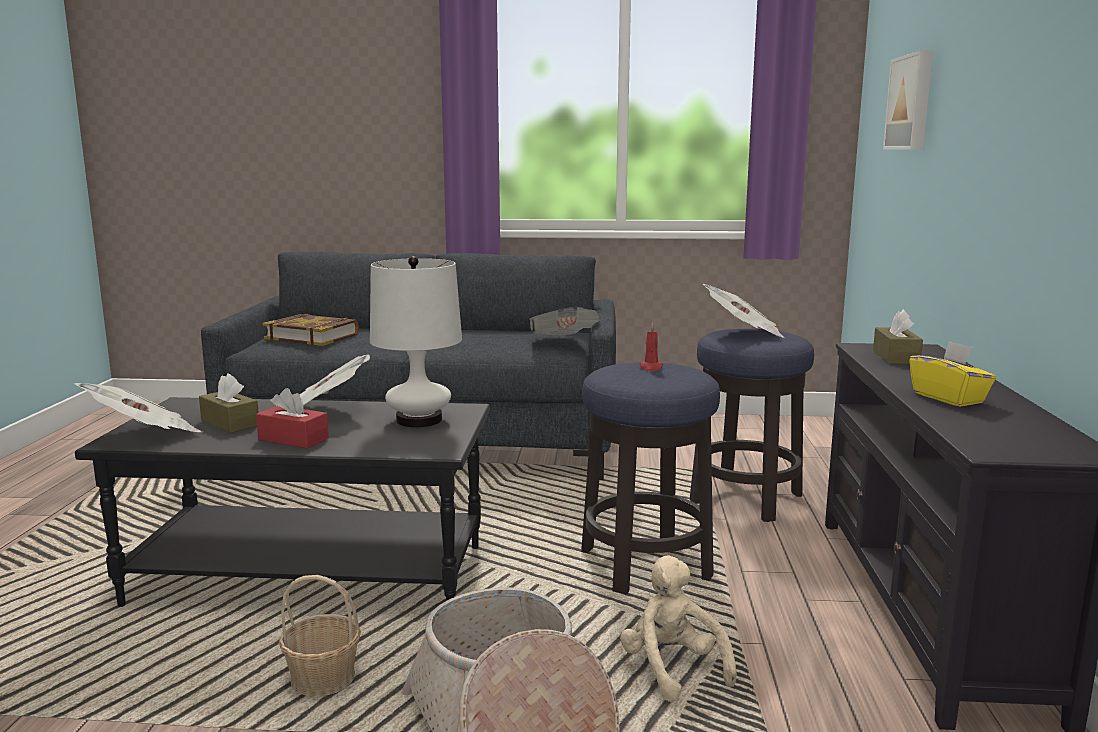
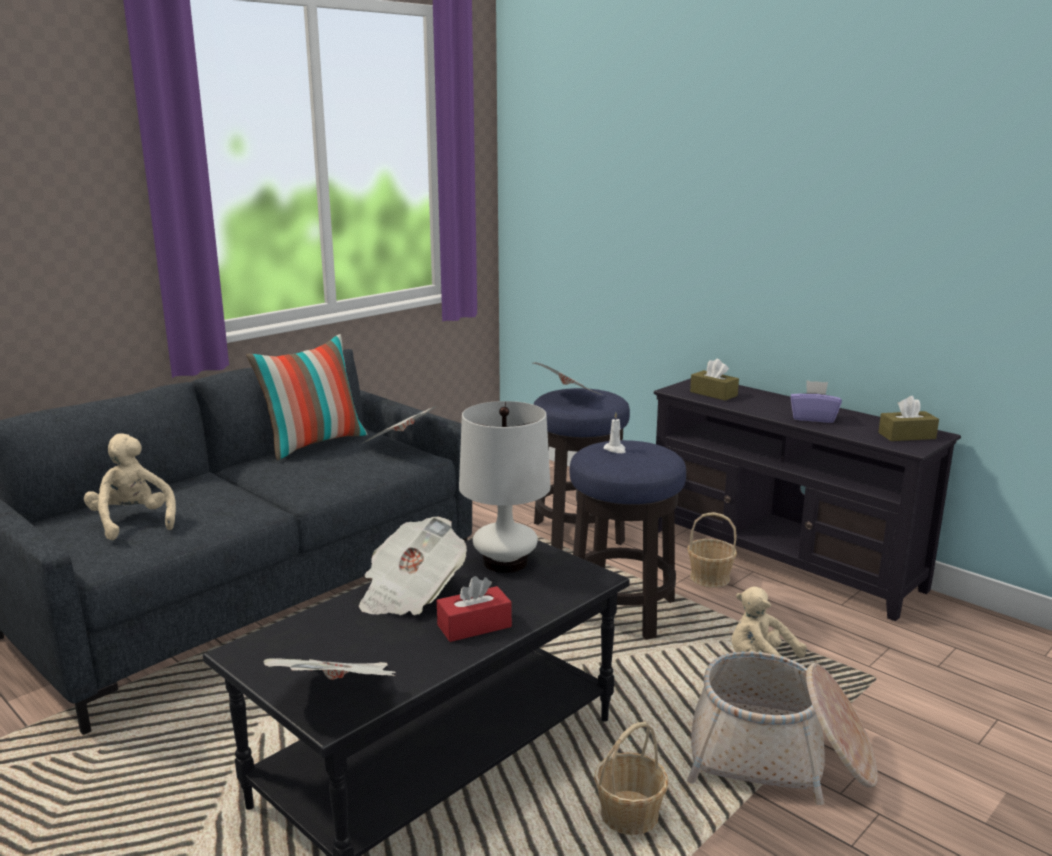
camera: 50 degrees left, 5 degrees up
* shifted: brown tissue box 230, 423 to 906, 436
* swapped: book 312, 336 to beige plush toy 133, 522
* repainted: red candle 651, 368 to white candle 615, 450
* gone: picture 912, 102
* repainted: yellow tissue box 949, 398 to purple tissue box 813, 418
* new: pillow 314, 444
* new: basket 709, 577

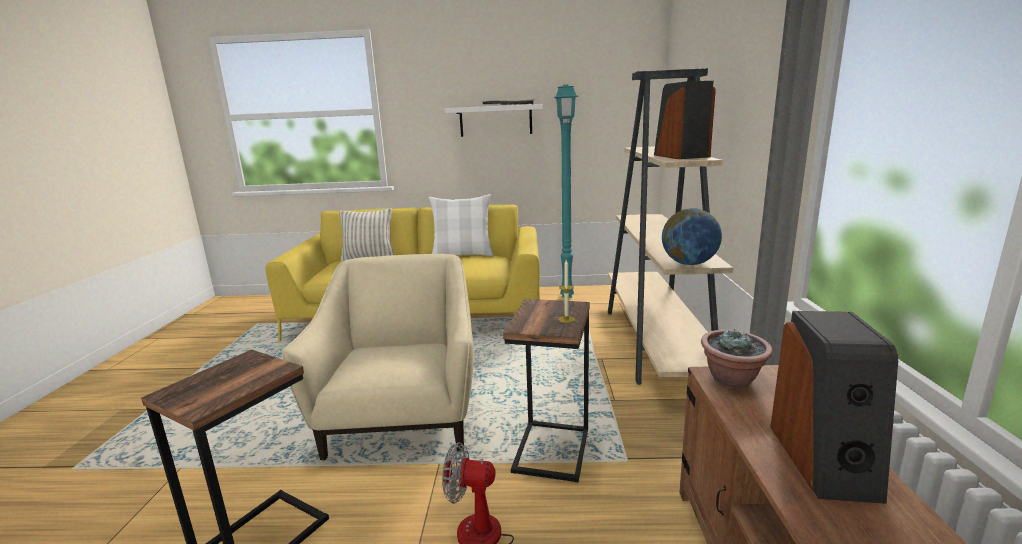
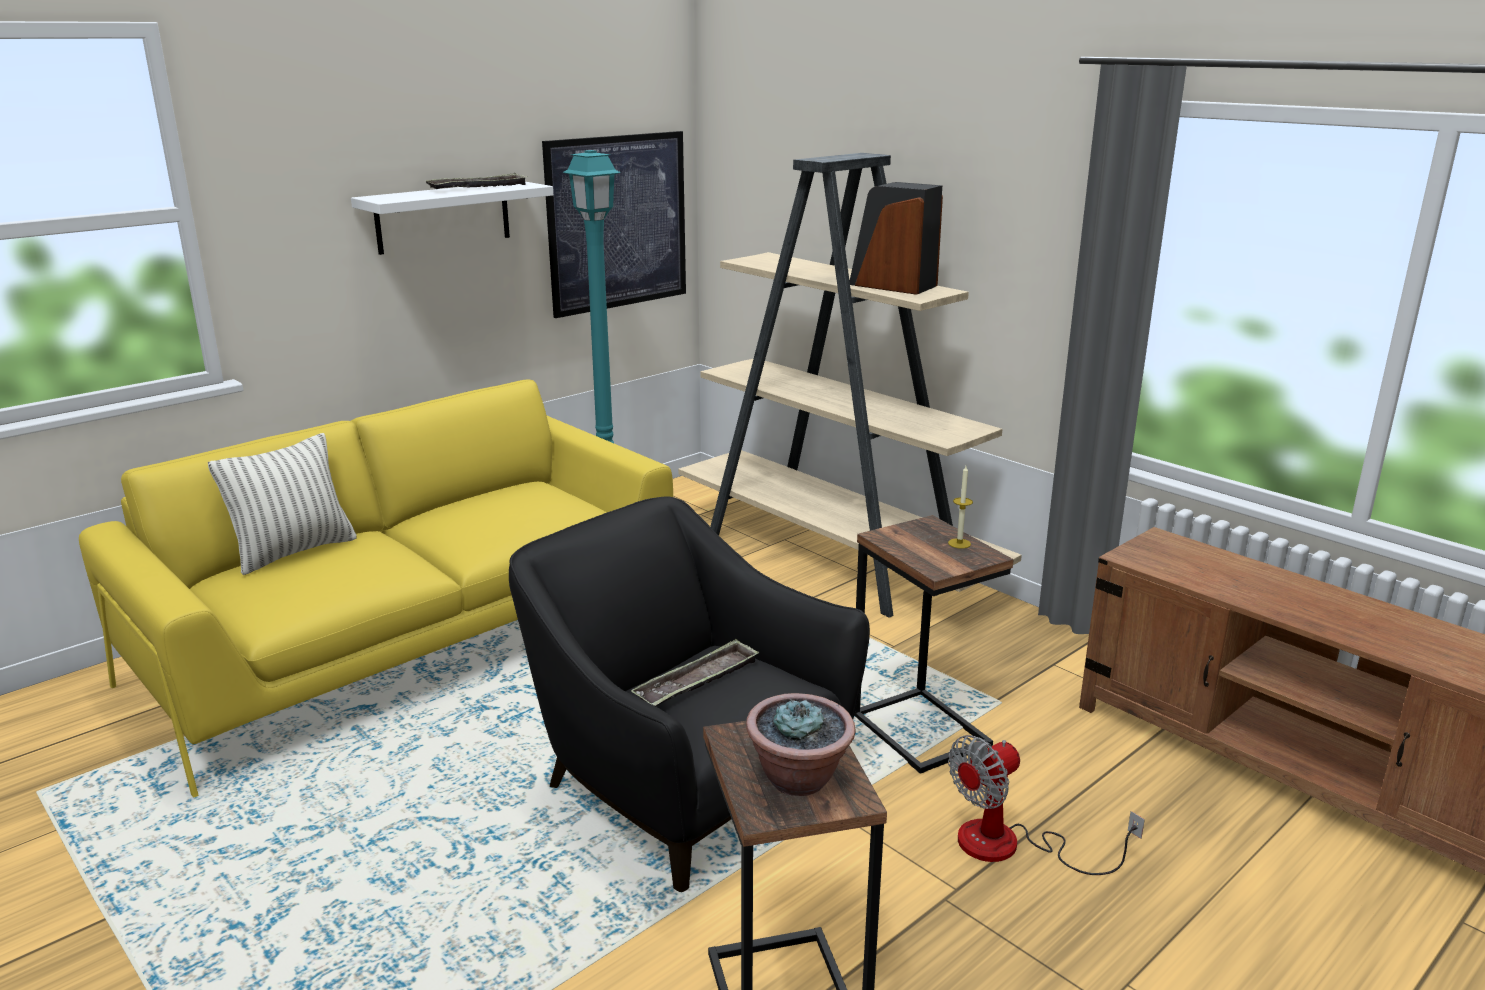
camera: 45 degrees left, 5 degrees up
* repainted: beige armchair 403, 416 to black armchair 686, 786
* gone: white pillow 462, 255
* gone: globe 689, 263
* shifted: potted plant 732, 380 to 799, 778
* gone: speaker 824, 460
* new: picture 617, 222
* new: tray 697, 681

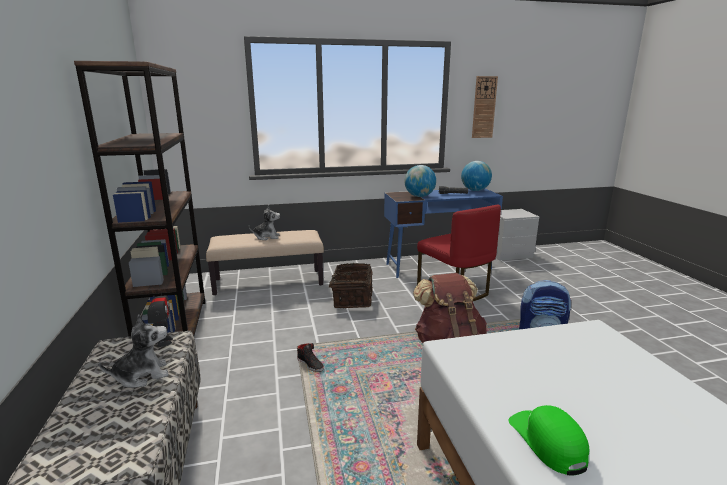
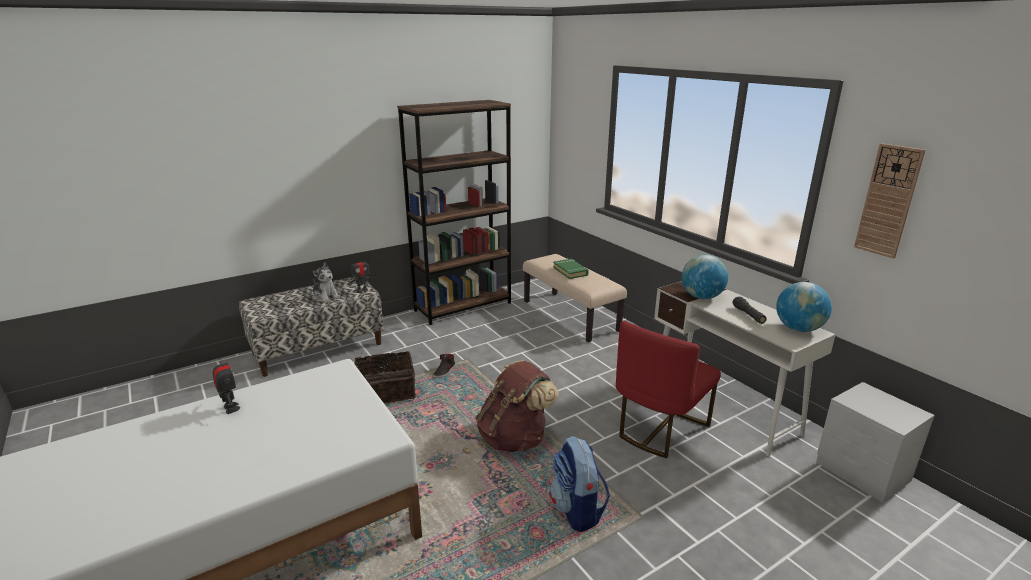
camera: 70 degrees right, 5 degrees up
* swapped: plush toy 267, 237 to green book 570, 271
* shifted: basket 351, 298 to 386, 392
* repainted: blue desk 438, 266 to white desk 723, 407
* swapped: green cap 547, 442 to toy robot 231, 408

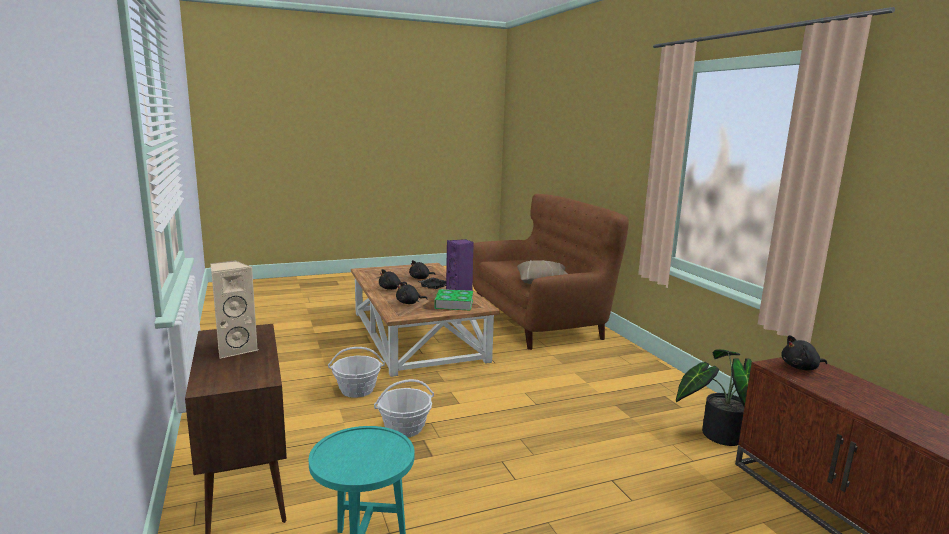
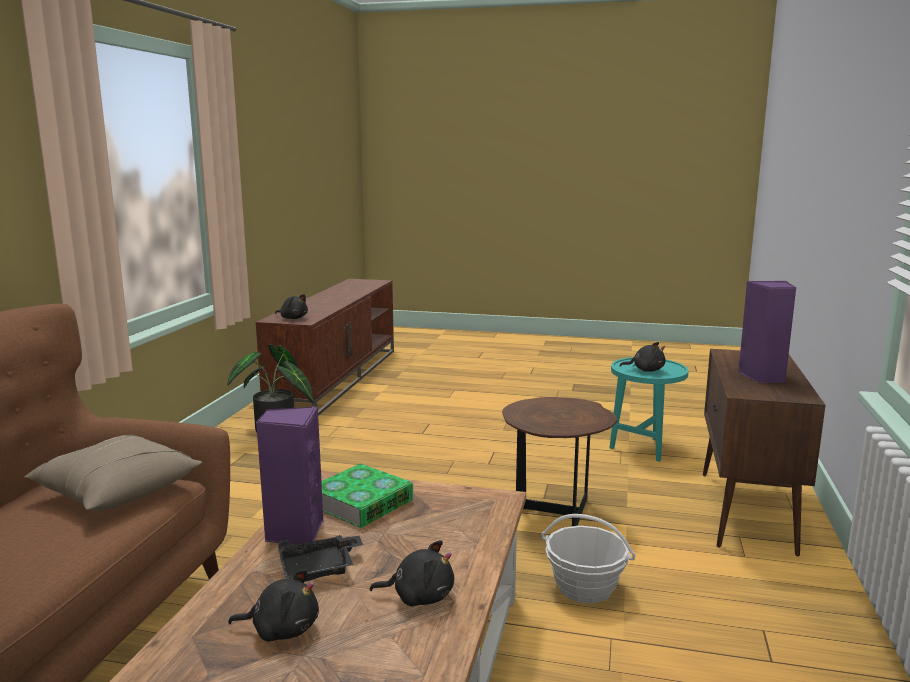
camera: 145 degrees left, 0 degrees up
* repainted: beige speaker 235, 349 to purple speaker 763, 377
* swapped: basket 404, 428 to brown side table 554, 514
* shifted: black plush toy 409, 303 to 645, 370

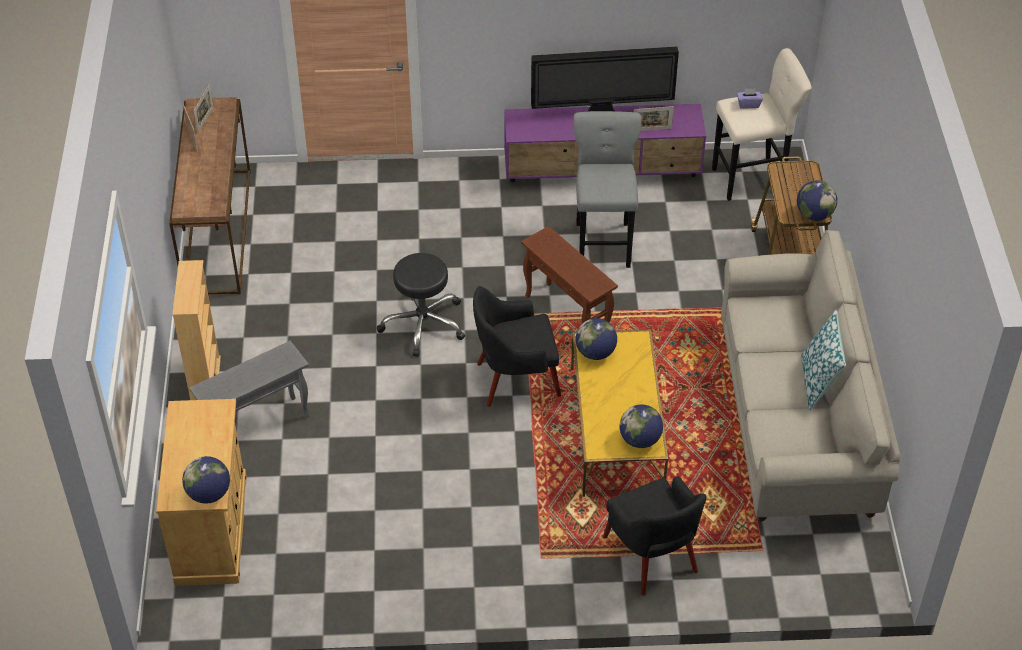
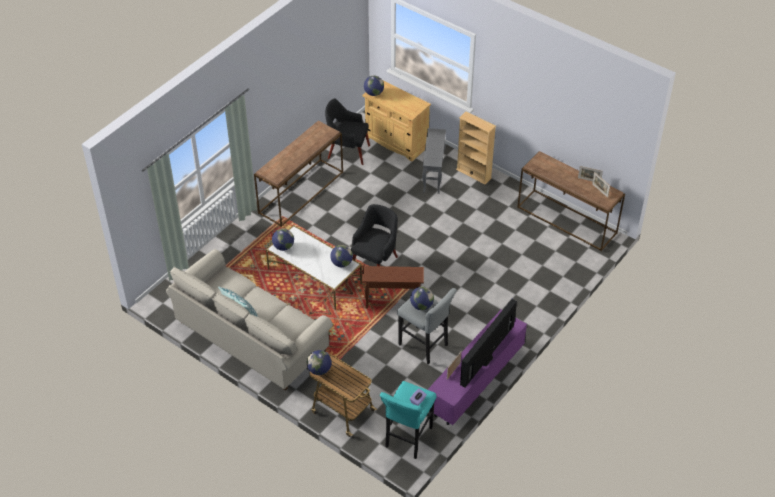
camera: 130 degrees right, 0 degrees up
* gone: black stool 423, 323
* repainted: yellow coffee table 616, 429 to white coffee table 314, 276
* shifted: black armchair 651, 556 to 347, 151
* repainted: beige stool 752, 179 to turquoise stool 408, 439
* new: brown console table 301, 192
* new: globe 421, 306

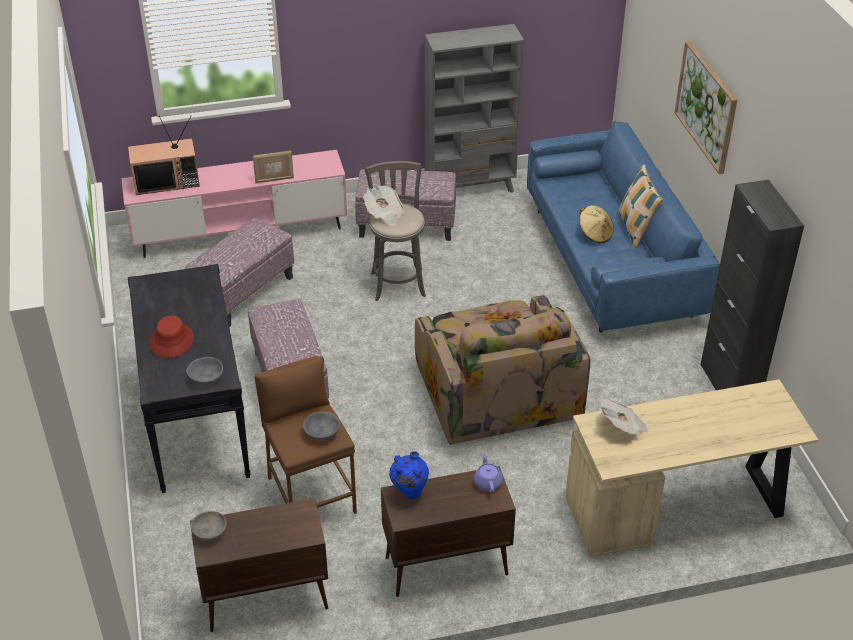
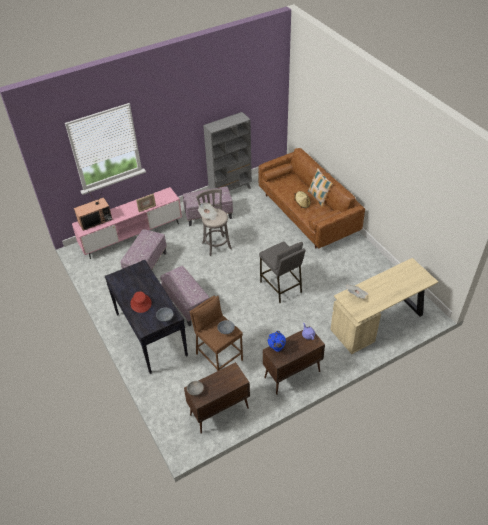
camera: 15 degrees left, 5 degrees up
* swapped: armchair 495, 391 to grey stool 281, 287
* repainted: blue sofa 611, 262 to brown sofa 307, 213
* gone: picture 706, 106
* gone: black cabinet 729, 386

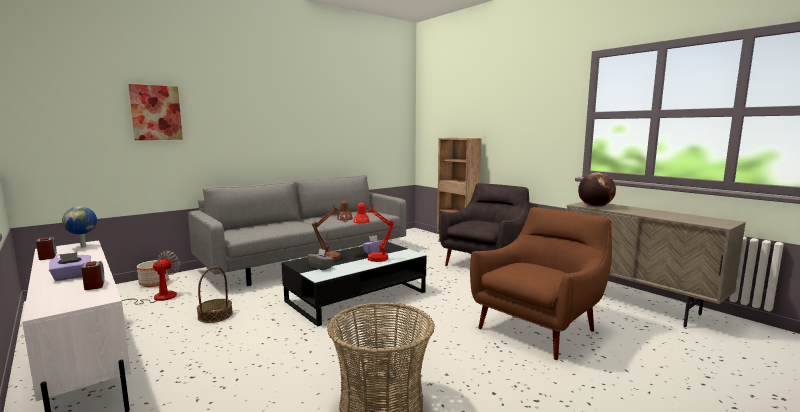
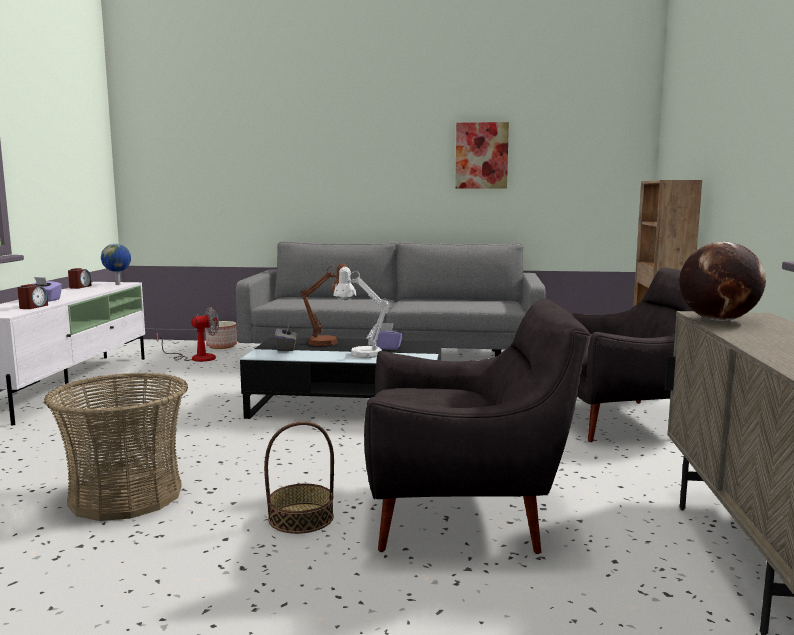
camera: 45 degrees right, 0 degrees up
* shifted: picture 156, 113 to 481, 155
* shifted: basket 215, 315 to 301, 518
* repainted: red table lamp 373, 259 to white table lamp 360, 353
* repainted: brown armchair 539, 328 to grey armchair 466, 514

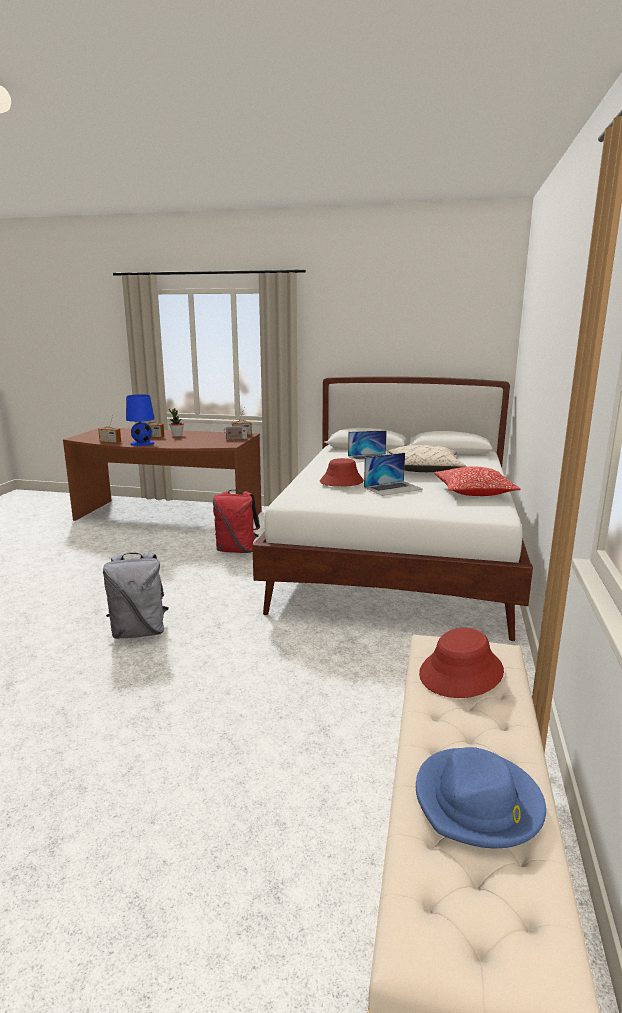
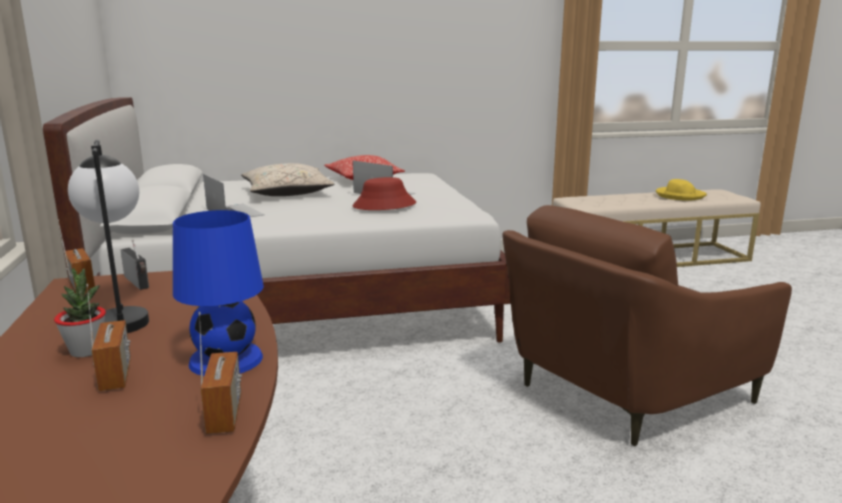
camera: 115 degrees left, 0 degrees up
* swapped: grey backpack 139, 632 to brown armchair 621, 391
* gone: red backpack 237, 550
* repainted: blue hat 478, 802 to yellow hat 679, 195
* gone: red hat 461, 673
* new: table lamp 121, 316

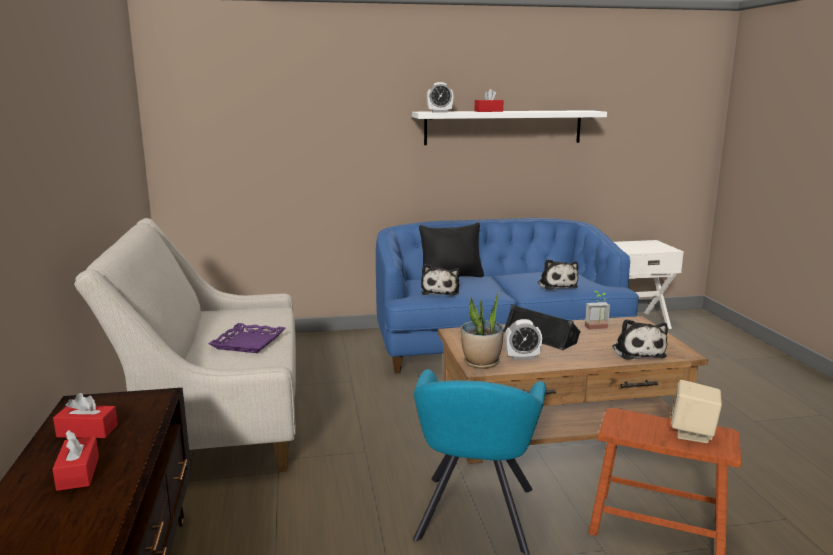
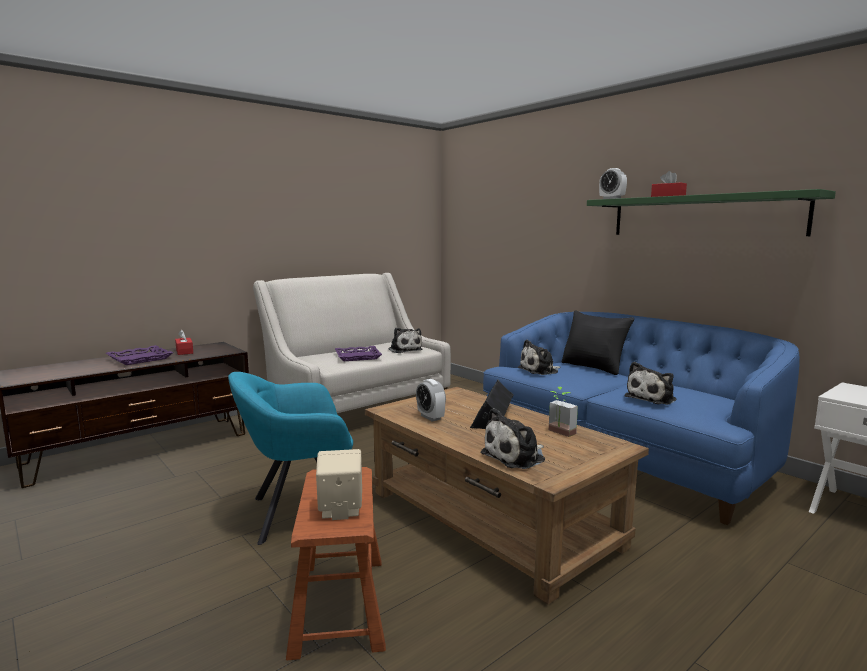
camera: 60 degrees right, 5 degrees down
* swapped: red tissue box 78, 473 to purple tray 140, 359
* repainted: white shelf 503, 127 to green shelf 702, 216
* gone: potted plant 481, 363
* new: plush toy 404, 350

